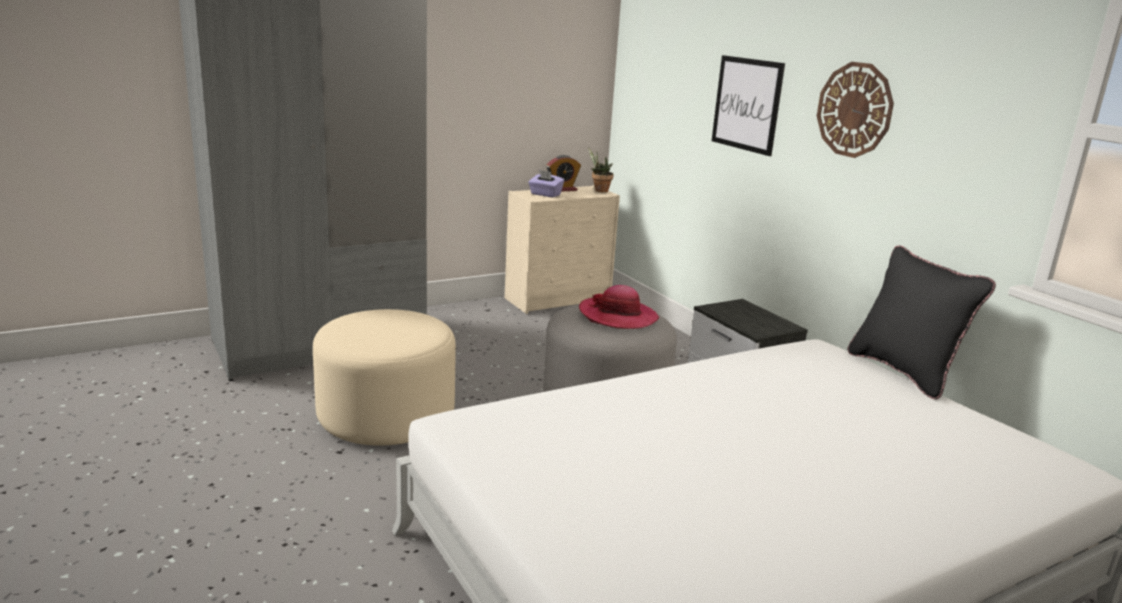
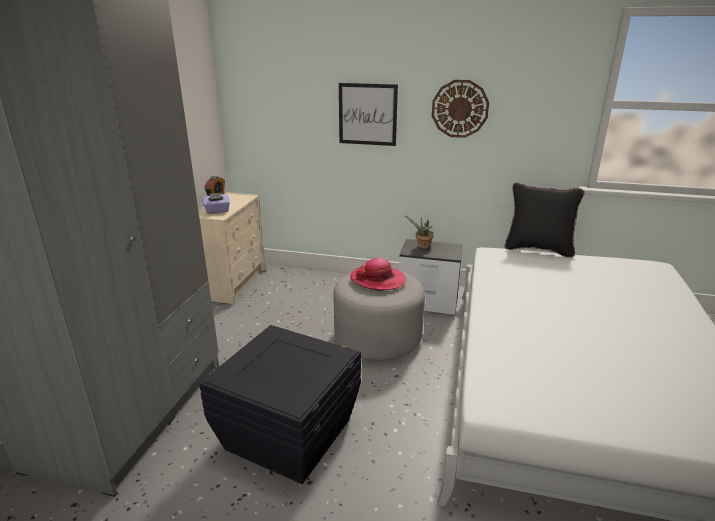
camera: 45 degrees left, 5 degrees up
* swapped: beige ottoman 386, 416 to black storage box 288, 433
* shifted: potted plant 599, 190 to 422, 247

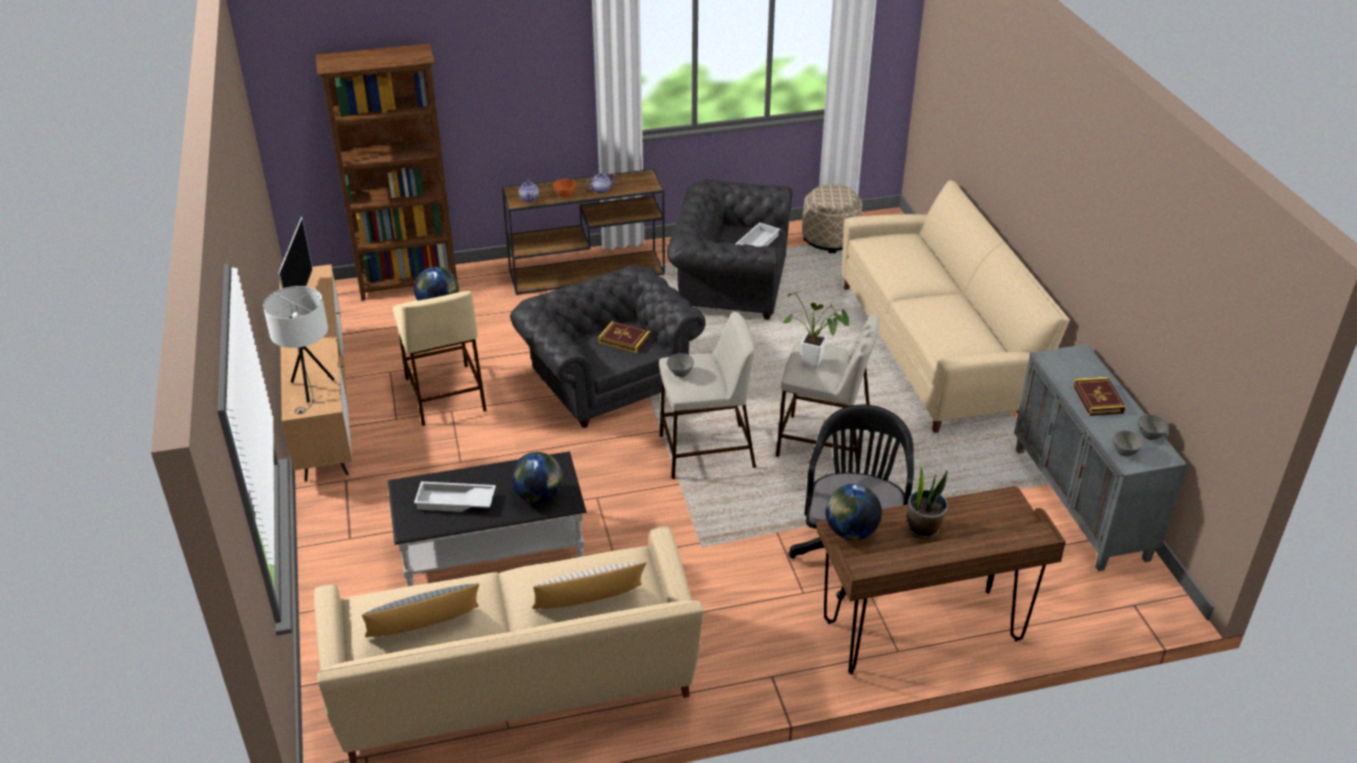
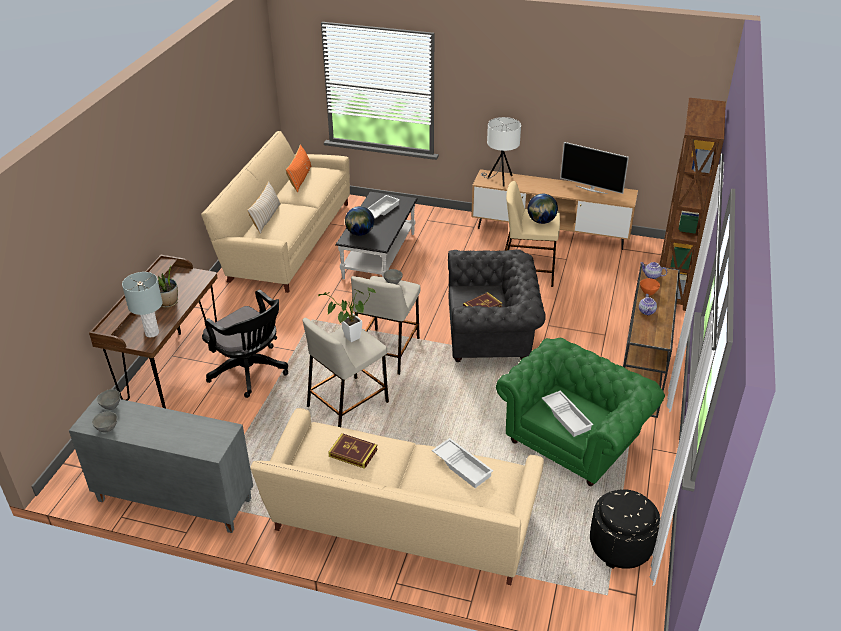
camera: 120 degrees right, 0 degrees up
* repainted: grey pillow 424, 627 to orange pillow 300, 178
* repainted: grey armchair 728, 287 to green armchair 574, 439
* repainted: beige ottoman 830, 239 to black ottoman 620, 545
* gone: globe 850, 532
* shifted: book 1097, 399 to 353, 453
* new: grey table lamp 152, 333
* new: white tray 463, 466

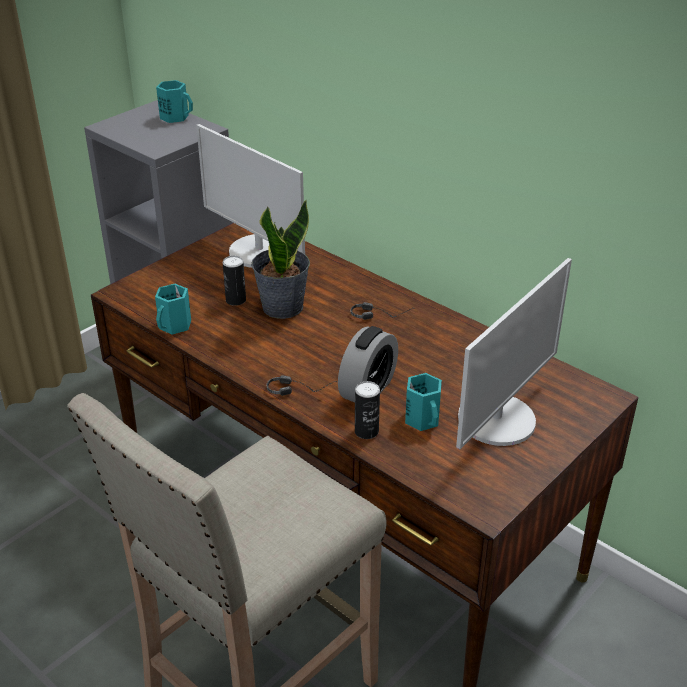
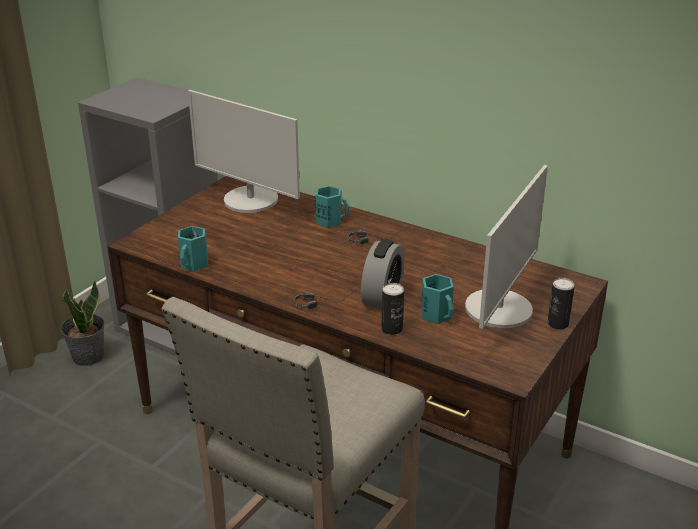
camera: 10 degrees left, 5 degrees down
* shifted: turquoise mug 175, 117 to 330, 220
* shifted: can 236, 300 to 558, 323
* shifted: potted plant 282, 306 to 88, 356

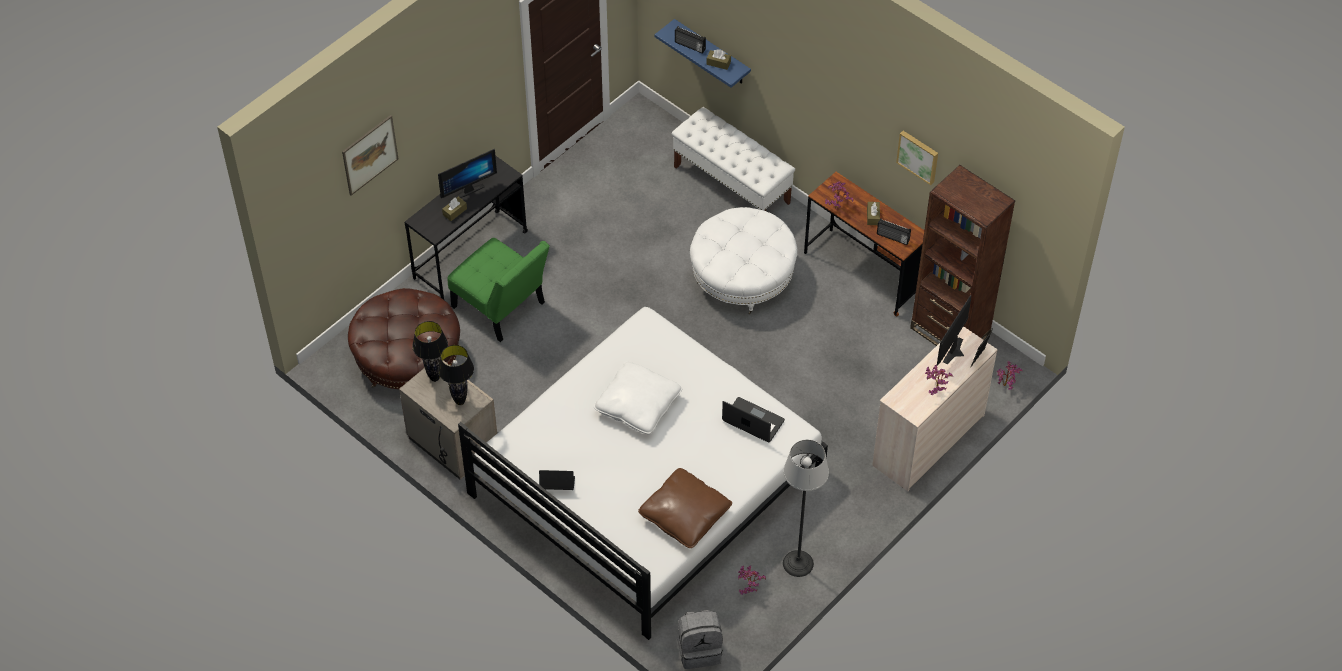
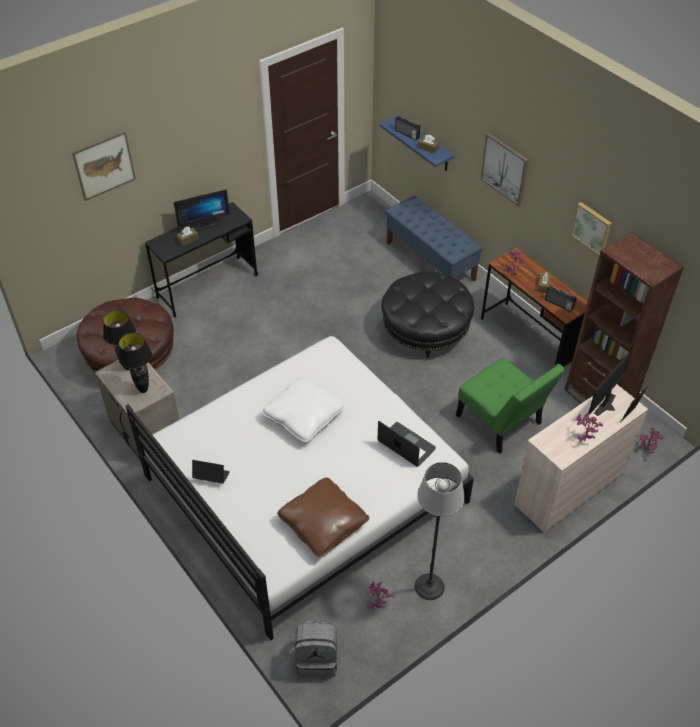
camera: 10 degrees right, 5 degrees down
* shifted: green chair 502, 308 to 501, 423
* repainted: white bench 732, 185 to blue bench 430, 261
* repainted: white ottoman 742, 277 to black ottoman 425, 330
* new: picture 505, 168

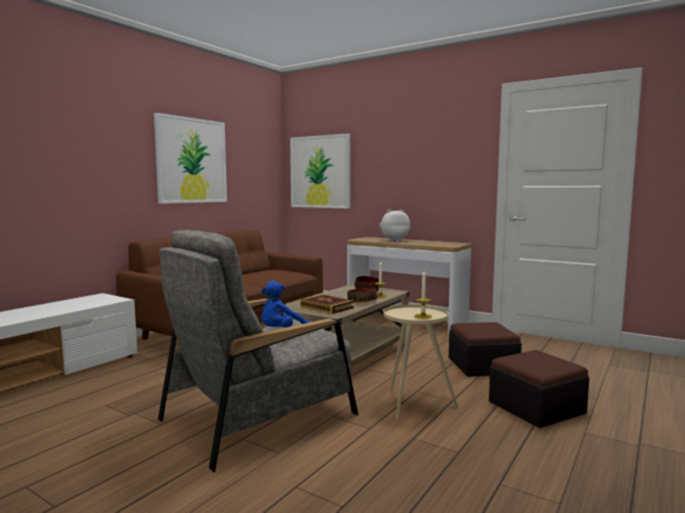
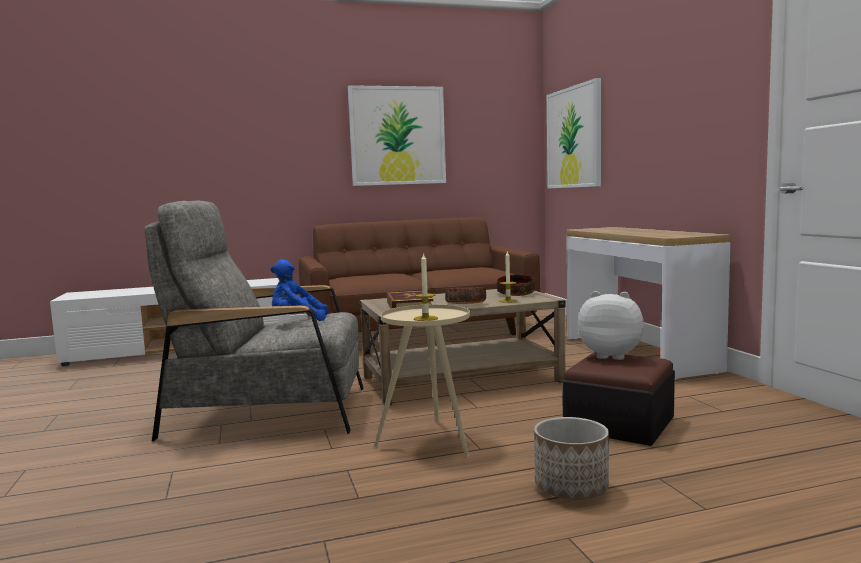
camera: 40 degrees right, 0 degrees up
* shifted: plush toy 393, 241 to 611, 355
* swapped: ottoman 536, 407 to planter 571, 488

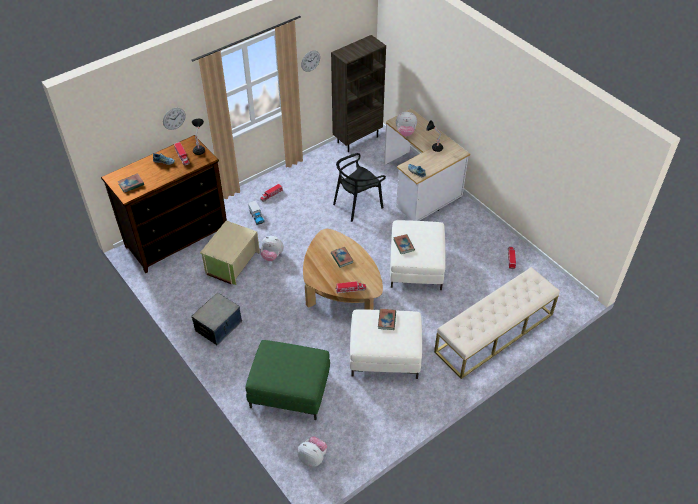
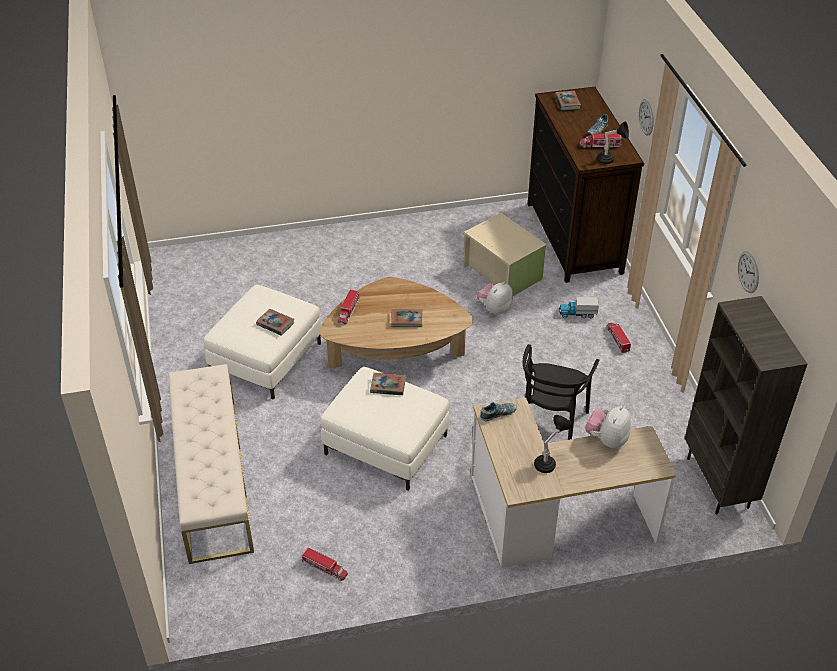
camera: 115 degrees right, 5 degrees down
* gone: storage box 219, 326
* gone: green ottoman 289, 389
* gone: plush toy 313, 457
* rotated: black chair 357, 204 = 550, 425 150 degrees counterclockwise

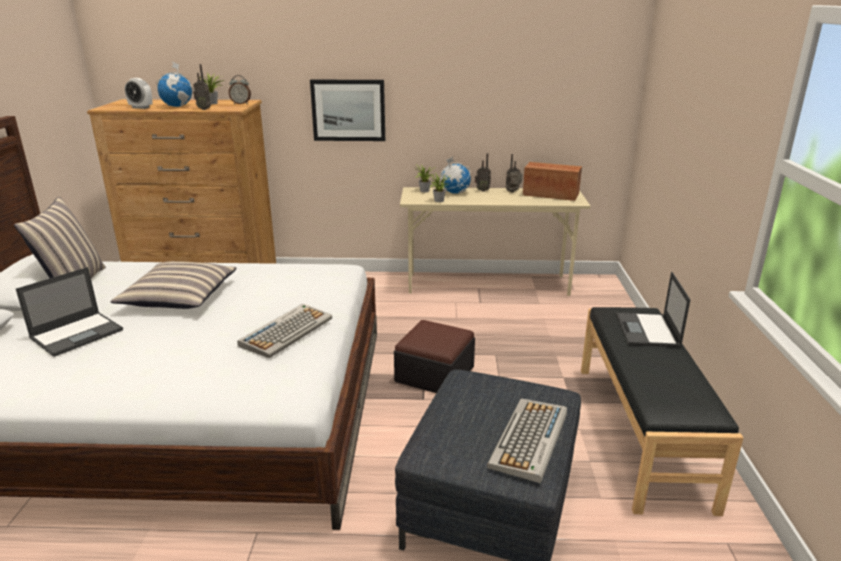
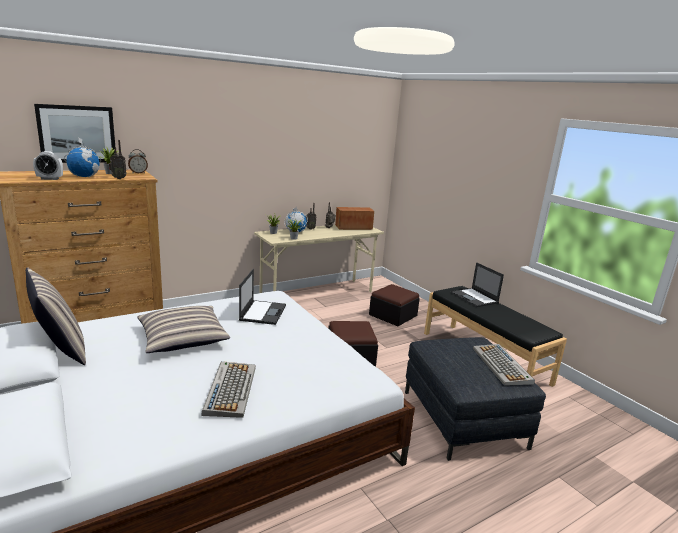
camera: 35 degrees left, 5 degrees down
* shifted: laptop 78, 333 to 263, 312
* shifted: keyboard 287, 331 to 230, 389
* shifted: picture 348, 110 to 77, 134
* new: ottoman 393, 315

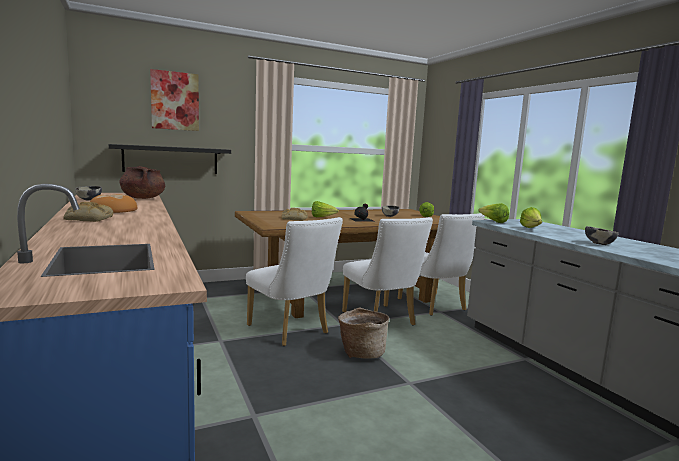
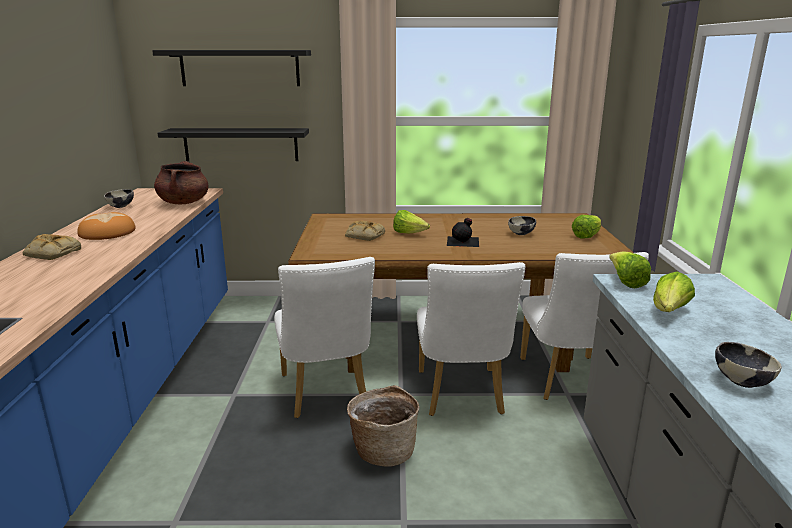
camera: 25 degrees right, 10 degrees up
* swapped: picture 175, 101 to black shelf 240, 68

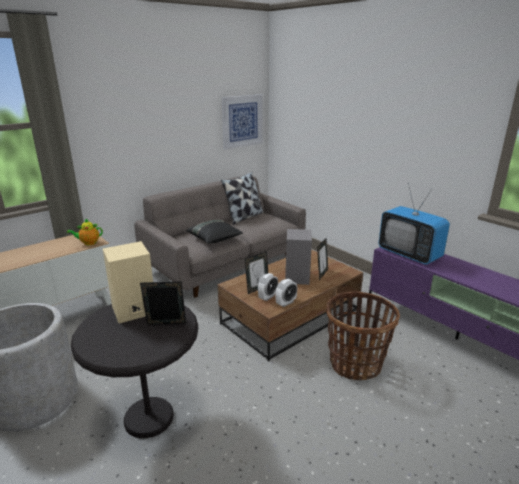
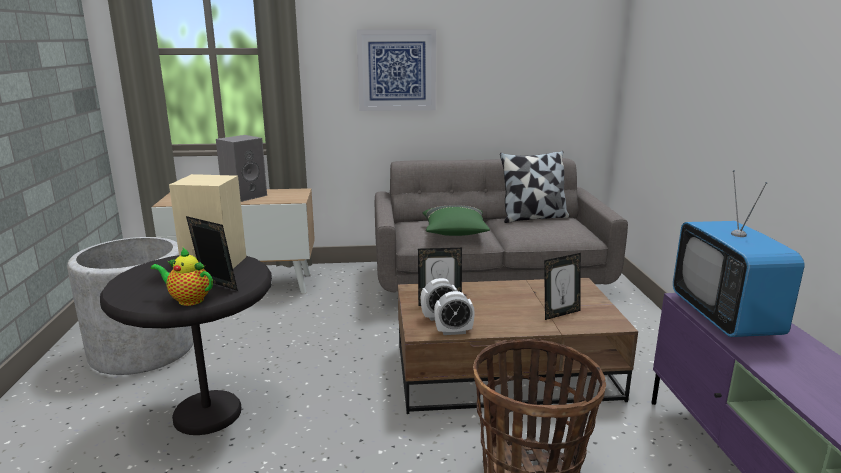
camera: 35 degrees right, 5 degrees down
* shifted: teapot 88, 243 to 188, 300
* repainted: black pillow 215, 239 to green pillow 455, 233
* shifted: picture 242, 121 to 397, 70
* shifted: grey speaker 296, 277 to 245, 196

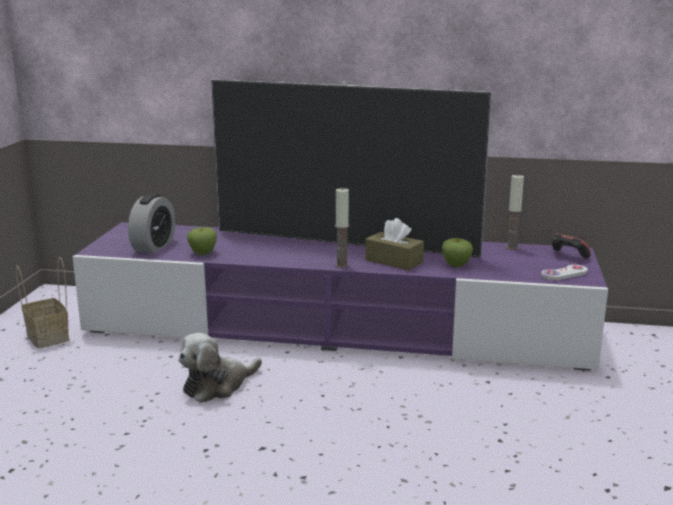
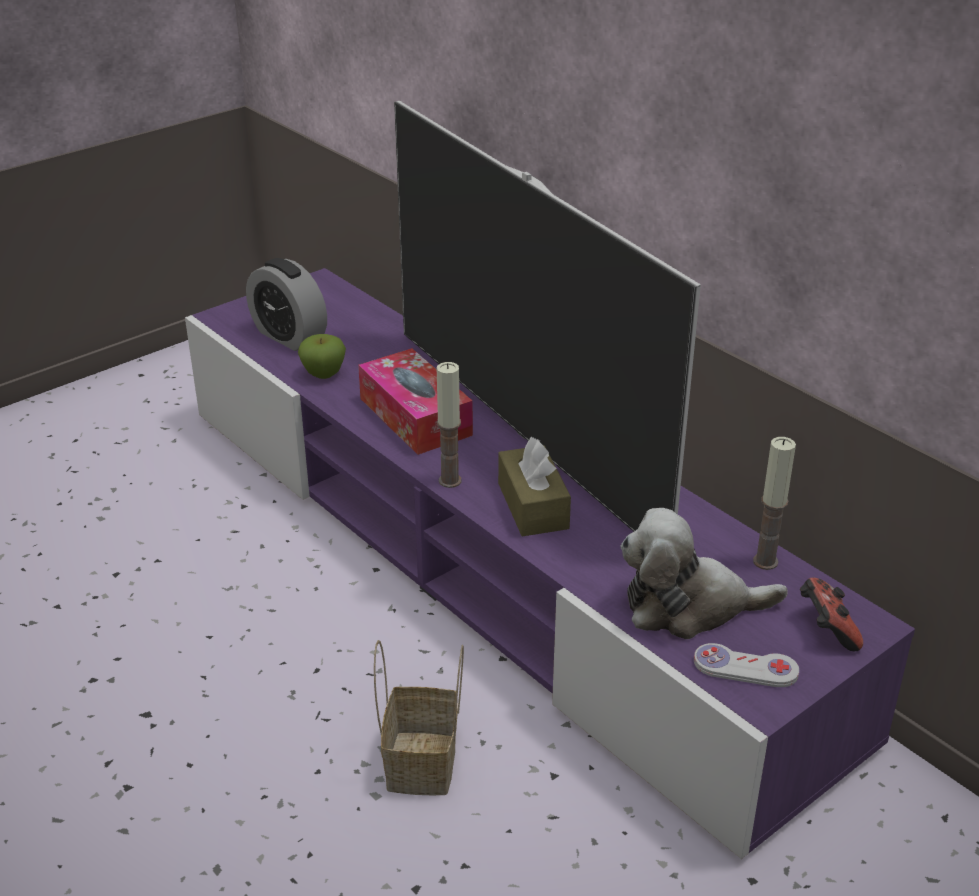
camera: 40 degrees right, 15 degrees up
* shifted: basket 49, 337 to 423, 765
* rotated: alarm clock 154, 246 = 289, 336 75 degrees clockwise
* shifted: plush toy 217, 385 to 689, 606
* gone: apple 456, 265
* new: tissue box 415, 416

